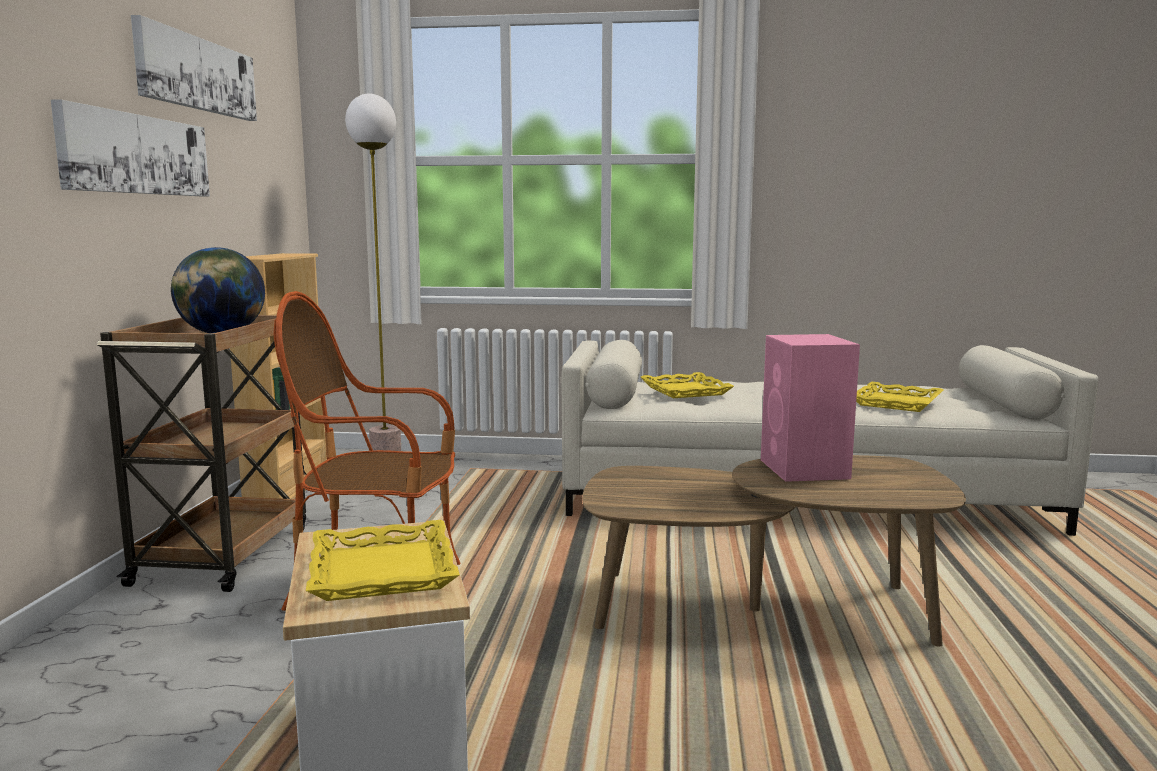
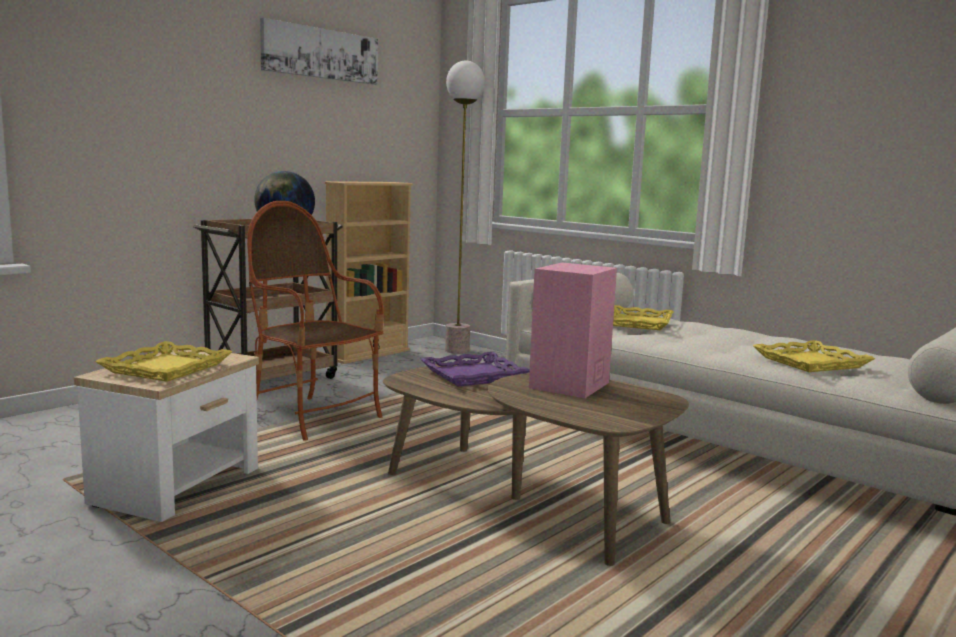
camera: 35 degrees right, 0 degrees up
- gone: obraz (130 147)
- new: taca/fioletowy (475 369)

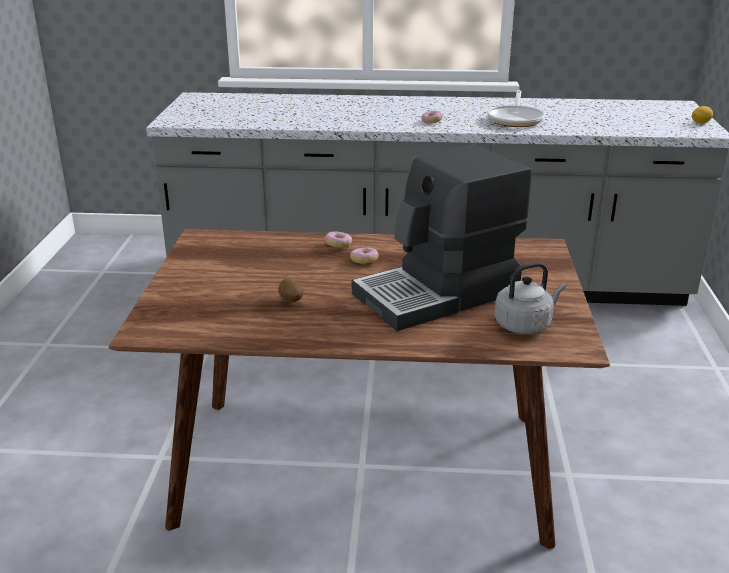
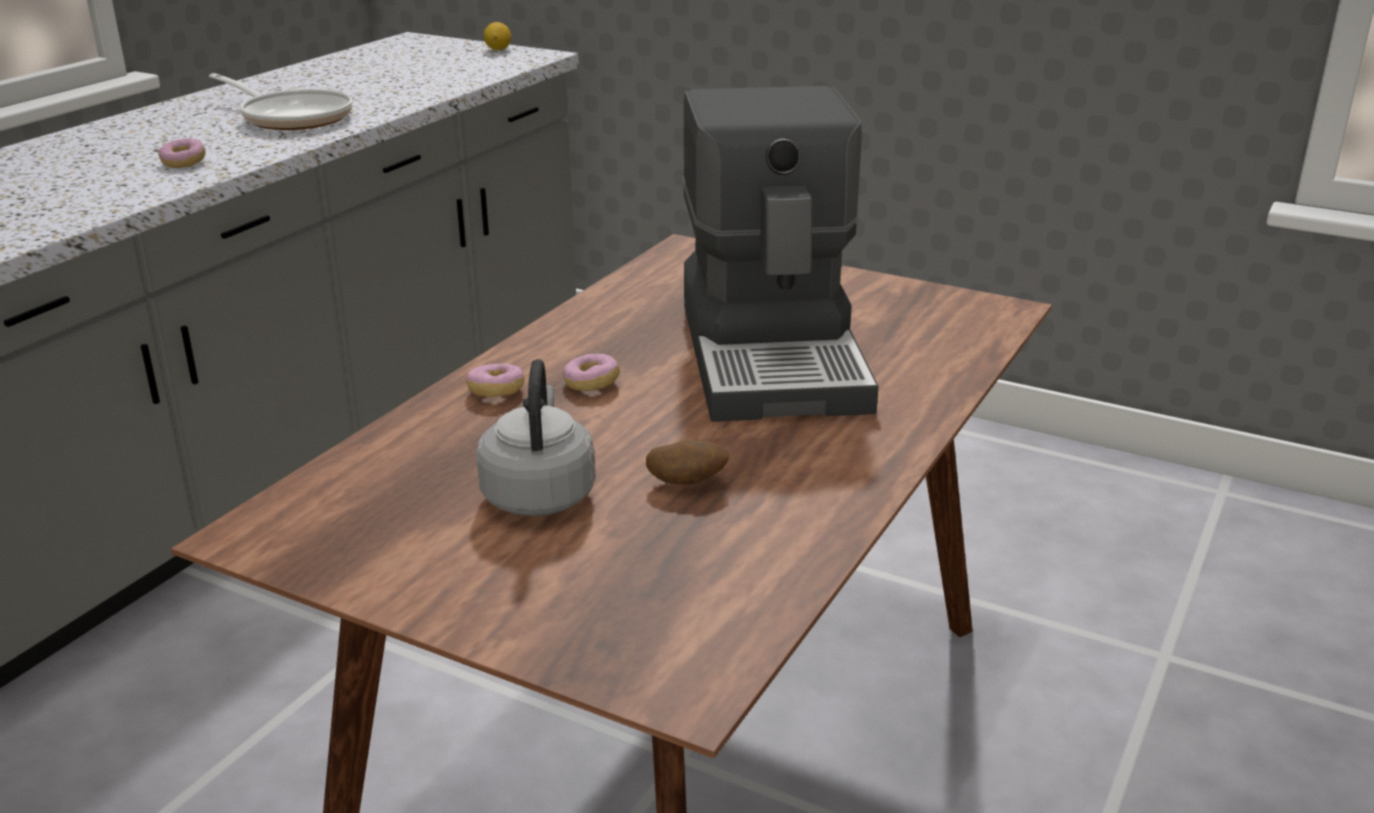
camera: 65 degrees left, 0 degrees up
- shifted: czajnik/szary (530 298) to (536 437)

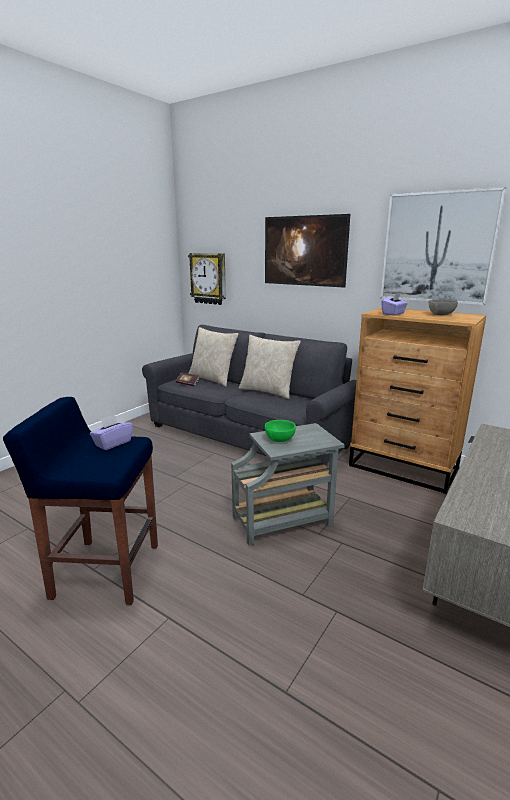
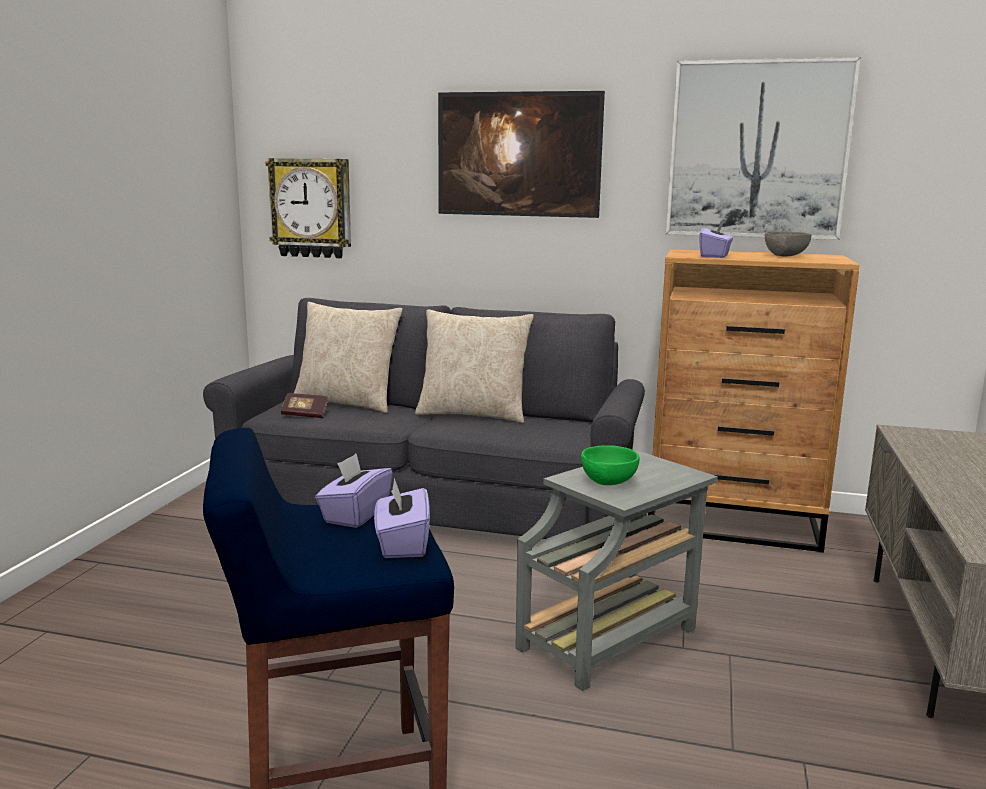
camera: 20 degrees left, 5 degrees down
- new: pudełko chusteczek/fioletowy (402 518)

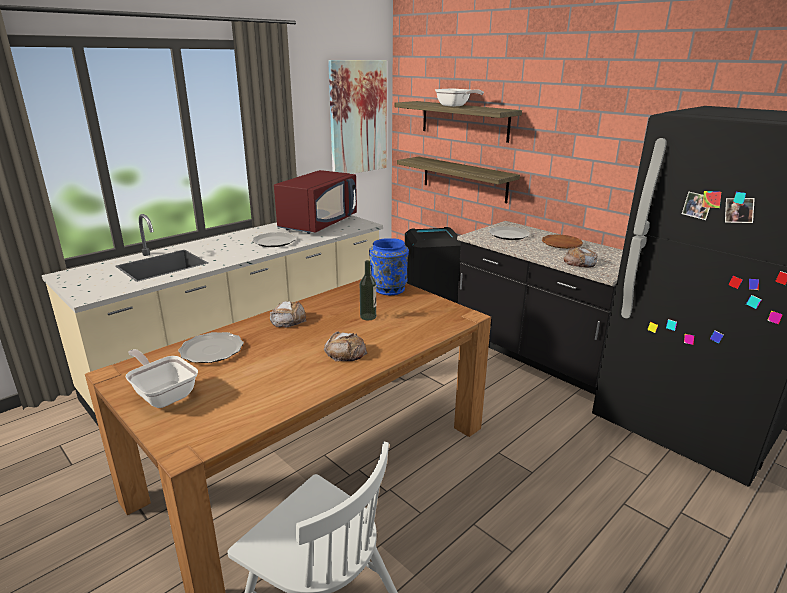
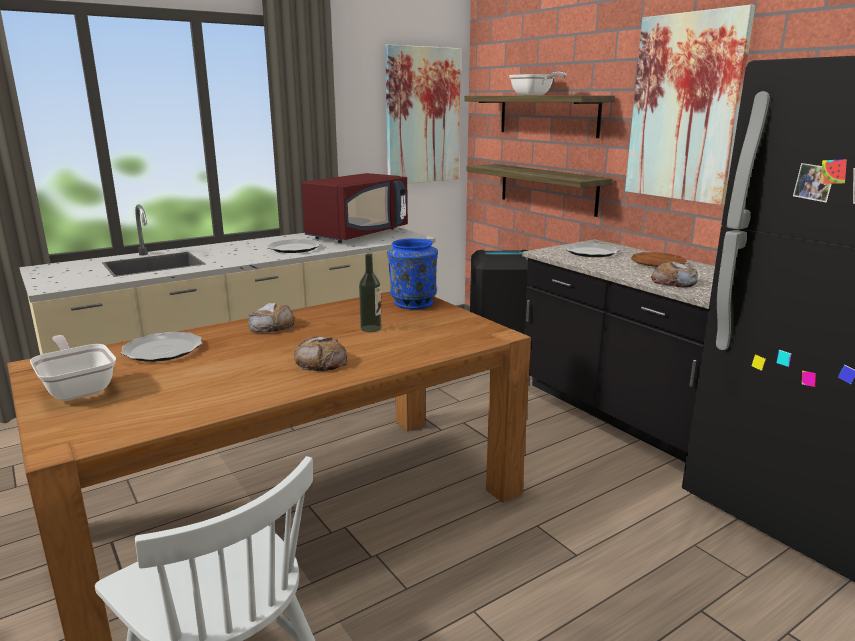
camera: 10 degrees right, 5 degrees down
- new: obraz (690 104)

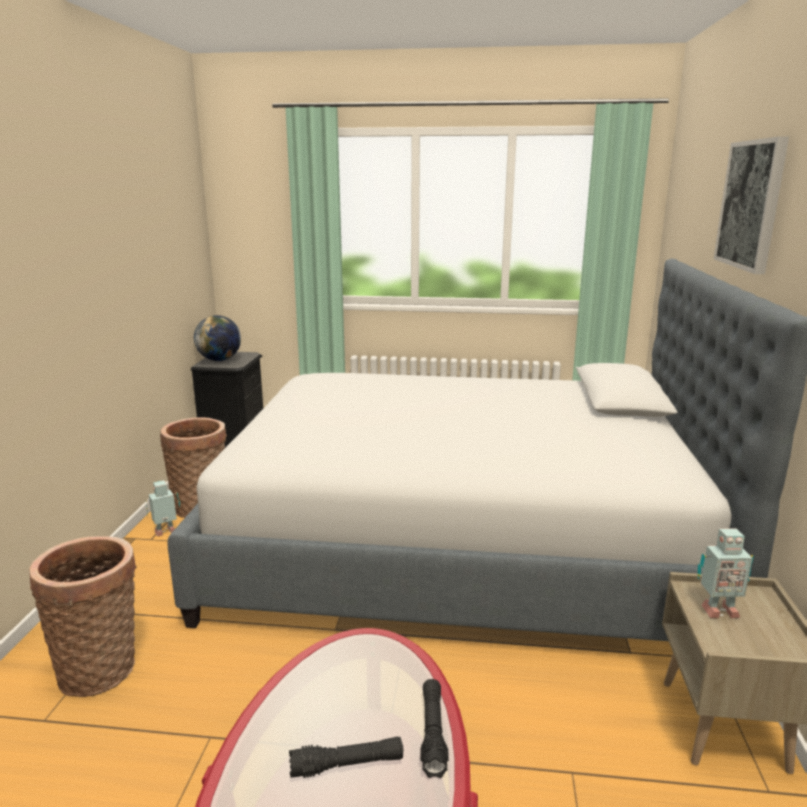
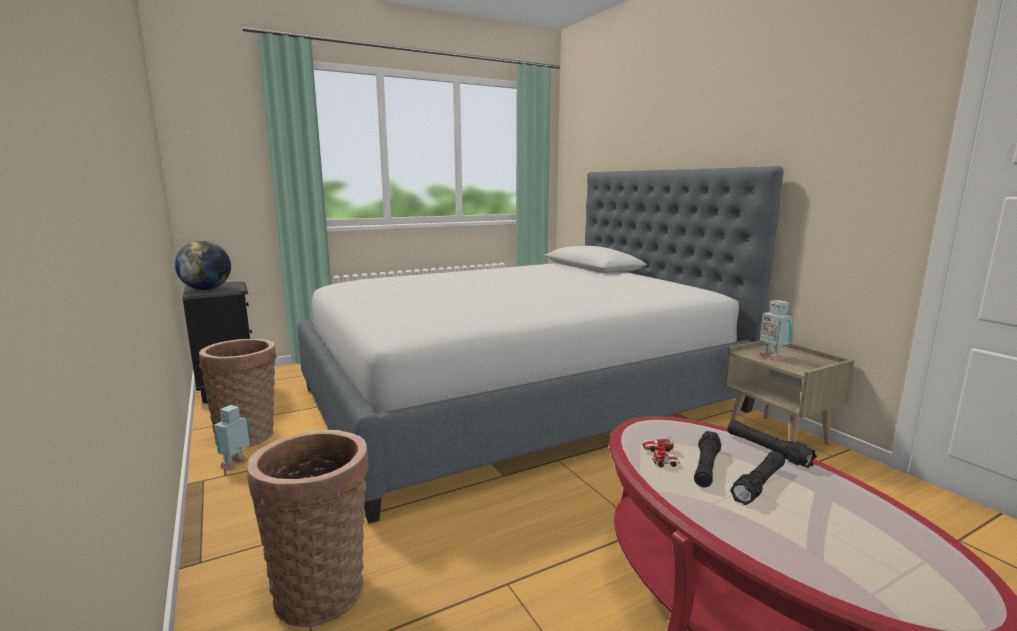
camera: 35 degrees left, 5 degrees down
- gone: obraz (751 205)
- rotated: robot zabawkowy (726 574) = (776 330) 105 degrees clockwise
- new: latarka/czarny (707 459)
- new: samochodzik (661 452)

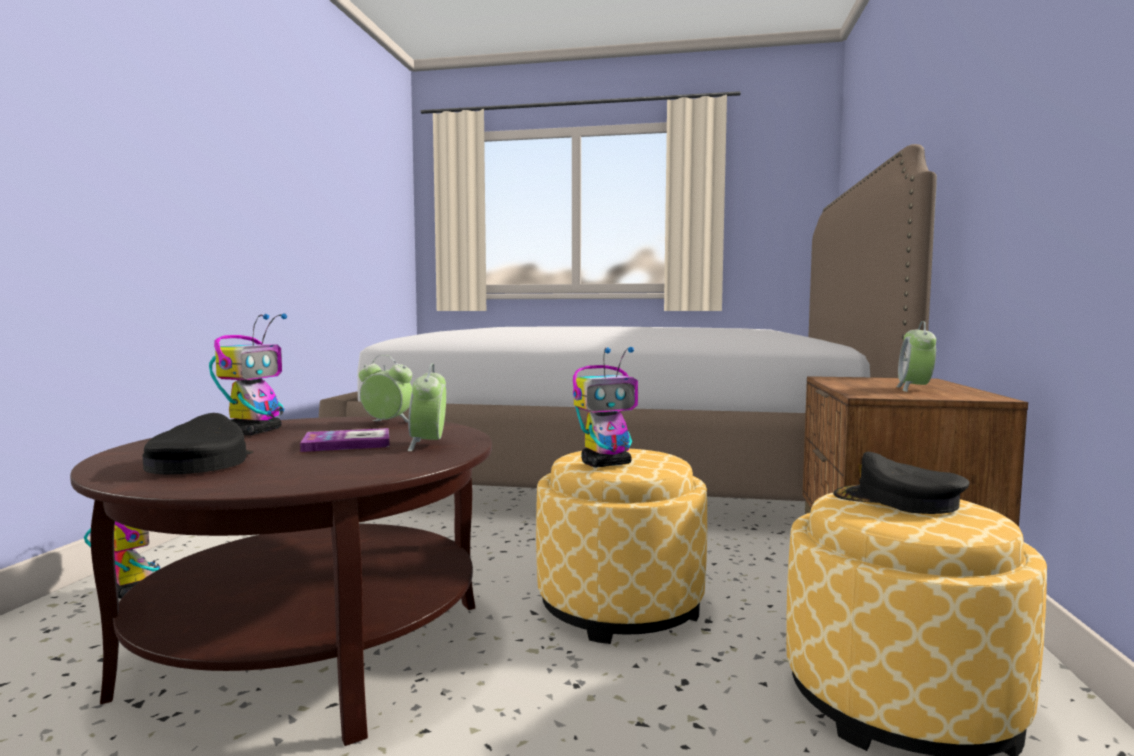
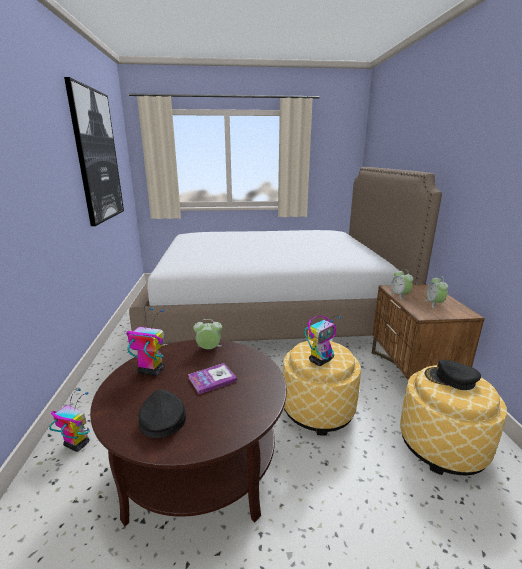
camera: 15 degrees left, 15 degrees up
- rotated: robot zabawkowy (248 374) = (145 341) 75 degrees counterclockwise
- shifted: budzik (427 407) to (401 284)
- new: obraz (94 151)

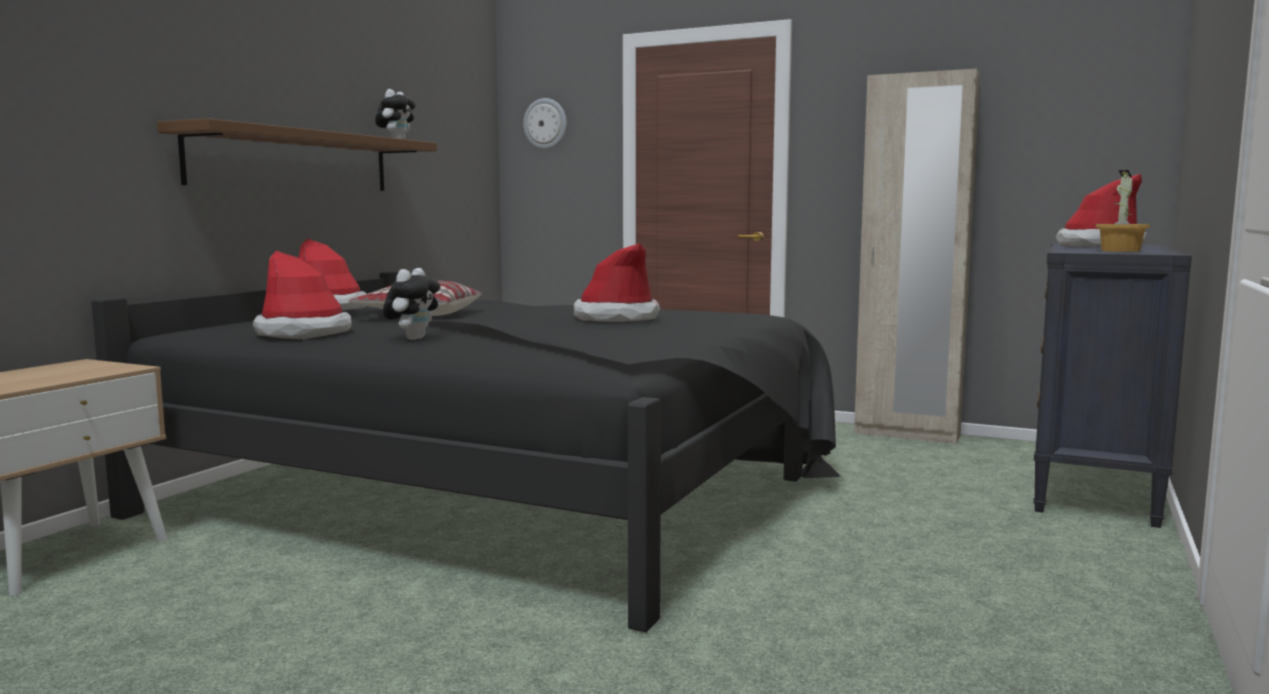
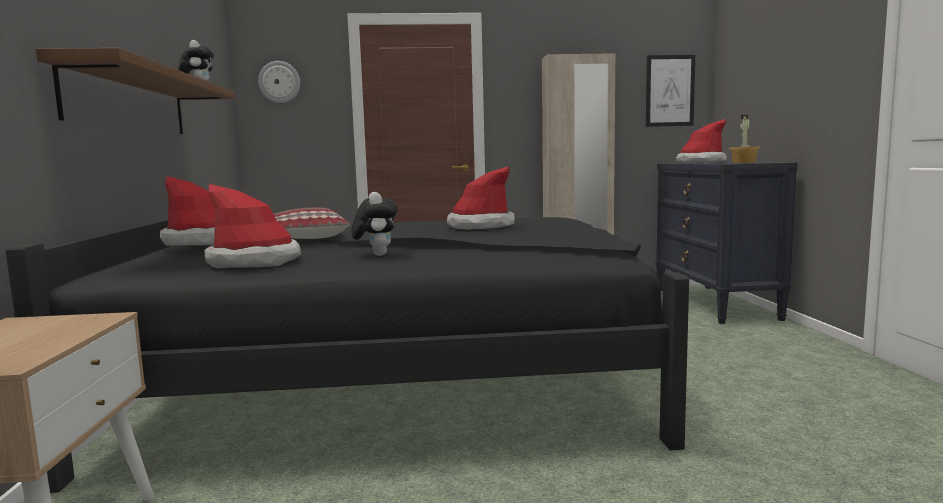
camera: 30 degrees left, 0 degrees up
- new: obraz (670 91)

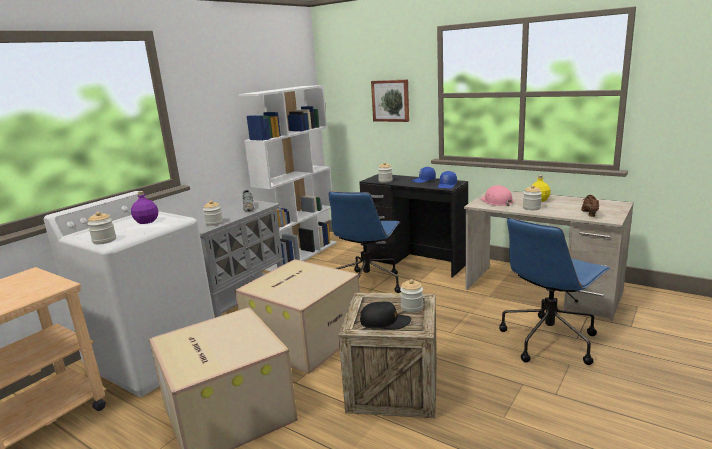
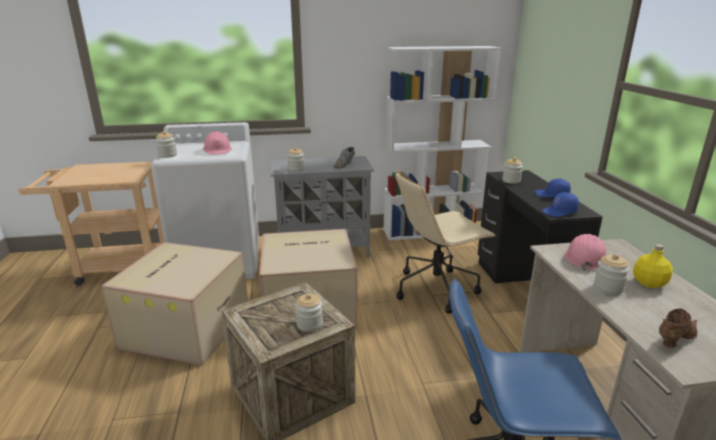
camera: 45 degrees right, 5 degrees up
- gone: obraz (390 100)
- swapped: butelka/fioletowy (144 207) to kask/różowy (217 142)
- repainted: krzesło biurowe/niebieski (365 242) to krzesło biurowe/beżowy (445 243)
- gone: czapka z daszkiem/czarny (385 316)

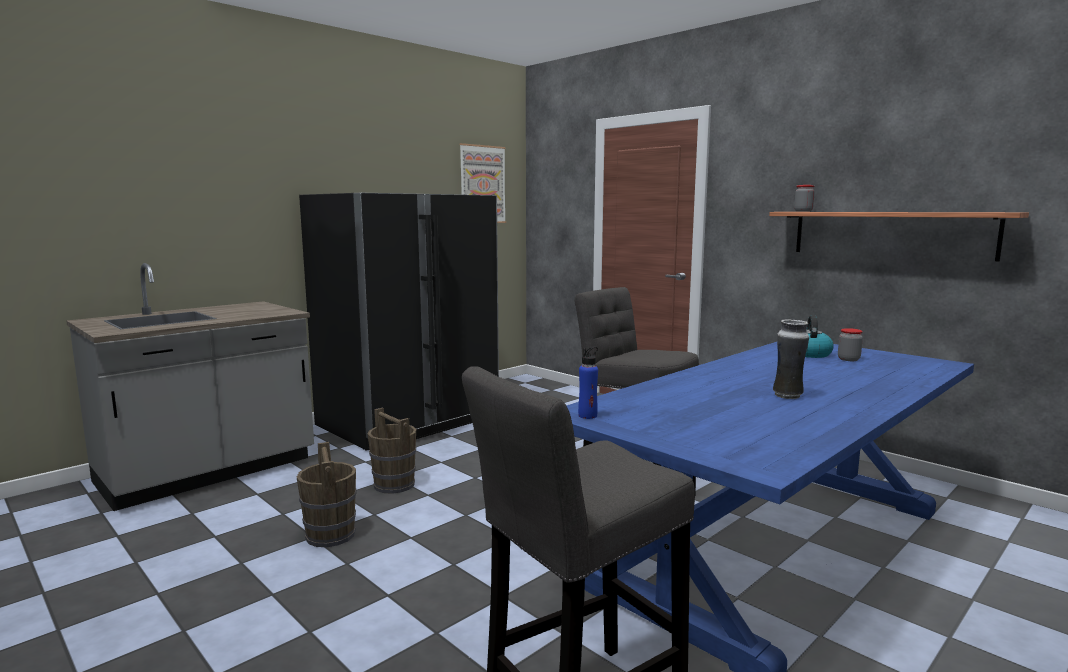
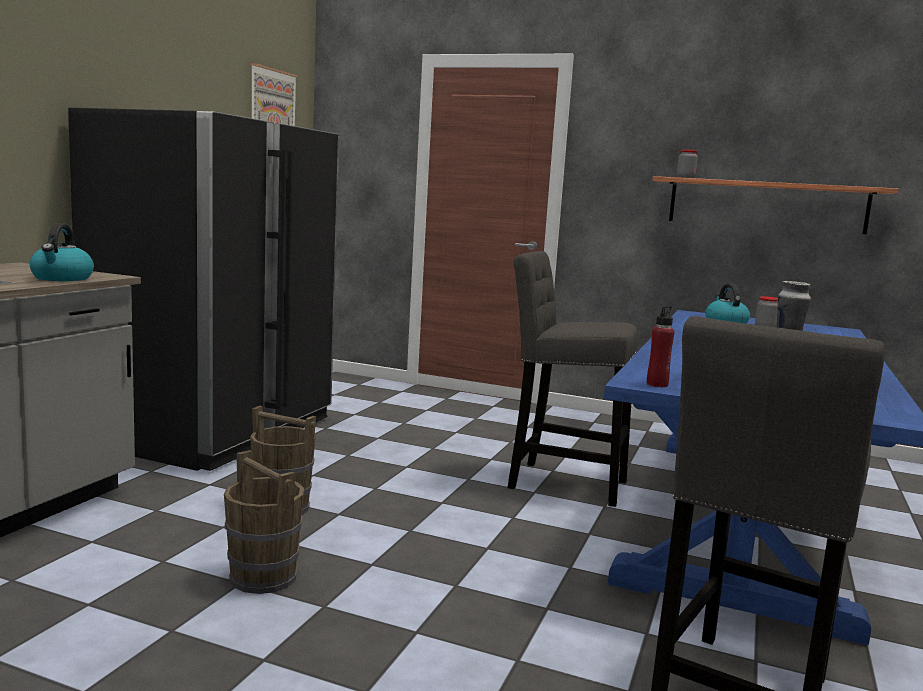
camera: 25 degrees left, 0 degrees up
- repainted: butelka/niebieski (588 383) to butelka/czerwony (660 346)
- new: czajnik (61 252)

